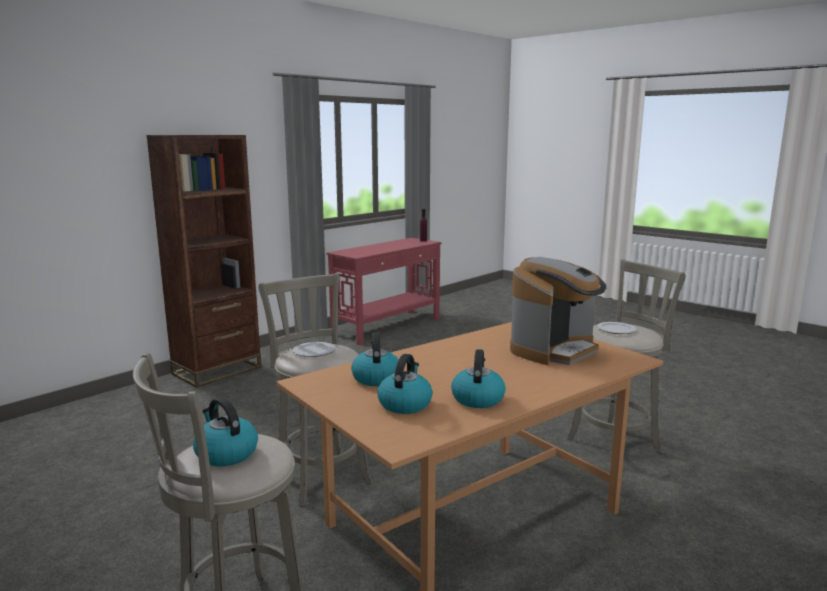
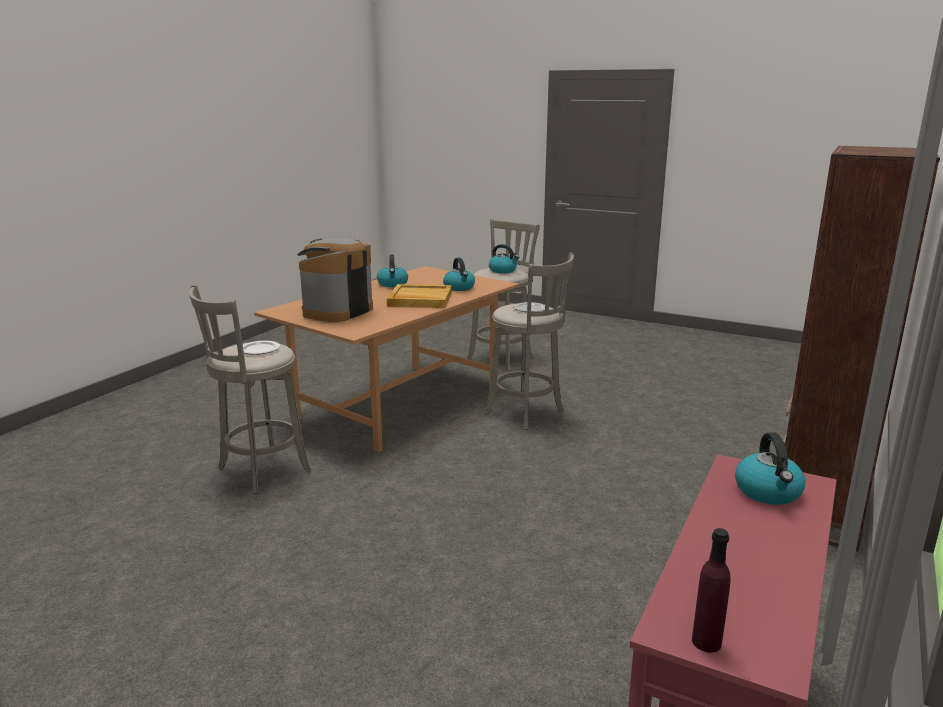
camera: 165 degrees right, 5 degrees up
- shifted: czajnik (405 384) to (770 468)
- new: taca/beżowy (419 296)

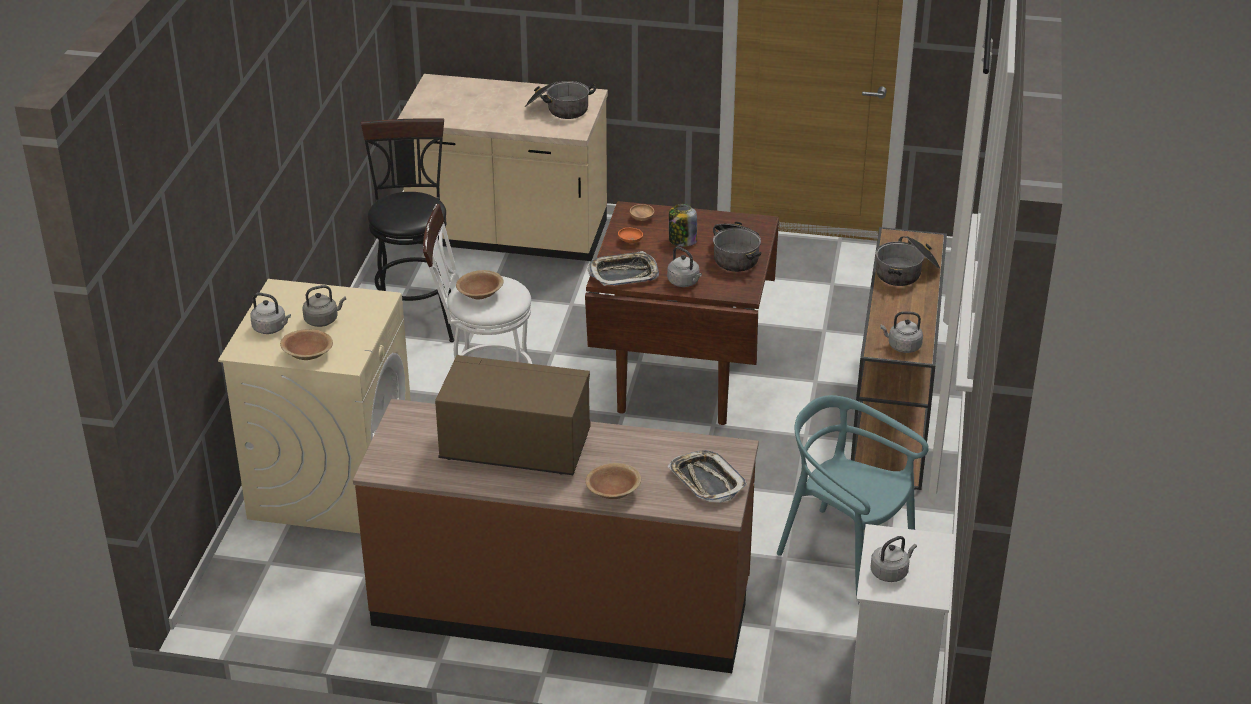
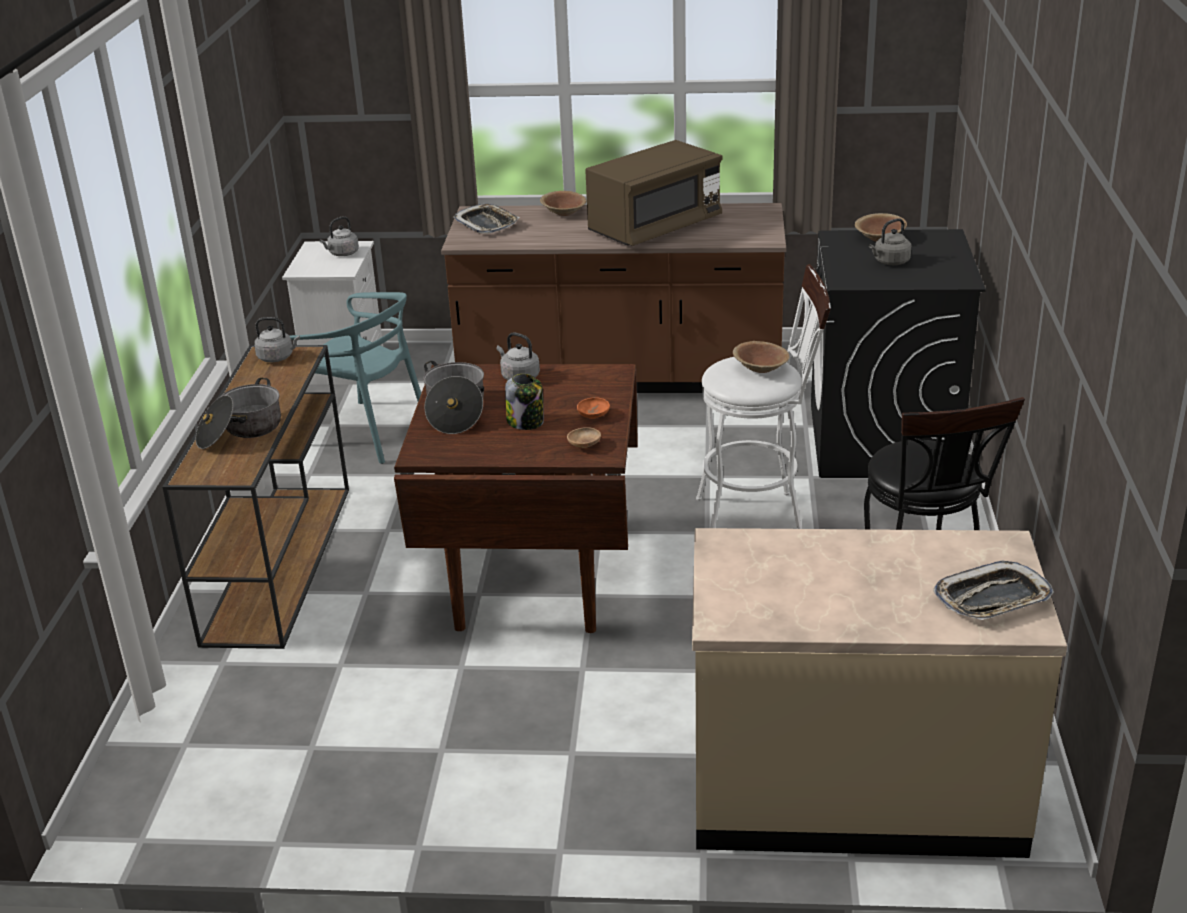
camera: 175 degrees right, 5 degrees down
- gone: garnek (560 100)
- shifted: taca (623 268) to (993 590)
- repainted: pralka/beżowy (314 406) to pralka/czarny (898 353)
- gone: czajnik/szary (270 313)
- rotated: mikrofalówka/brązowy (513 415) = (654 193) 45 degrees counterclockwise

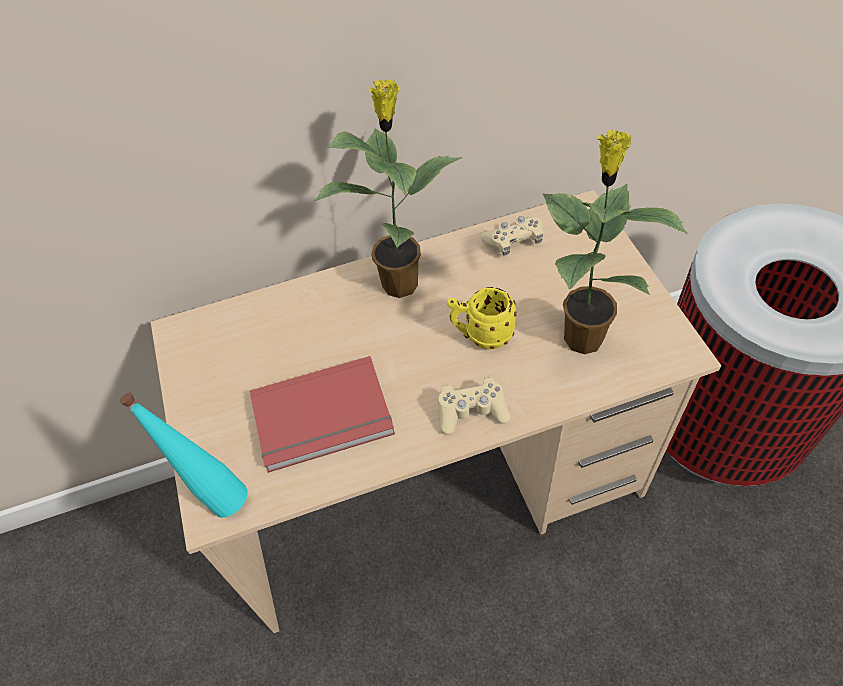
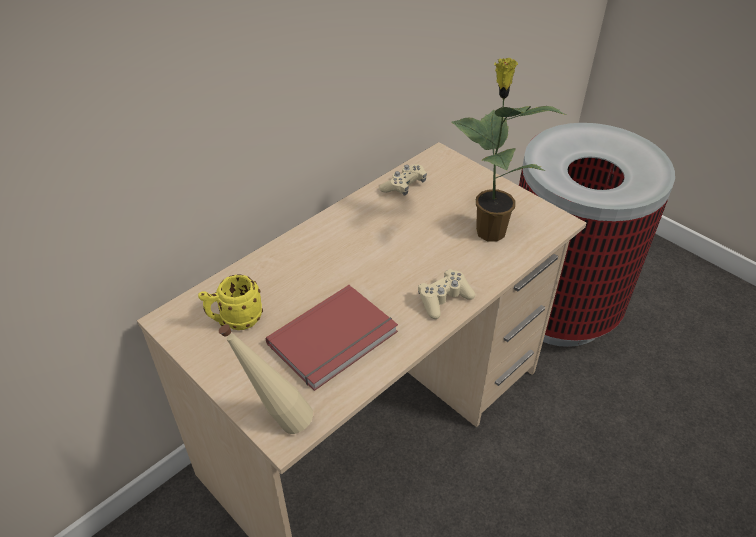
camera: 30 degrees left, 10 degrees down
- gone: roślina doniczkowa (388 188)
- shifted: kubek/żółty (482 318) to (230 302)
- repainted: butelka/turkusowy (183 455) to butelka/beżowy (266 379)

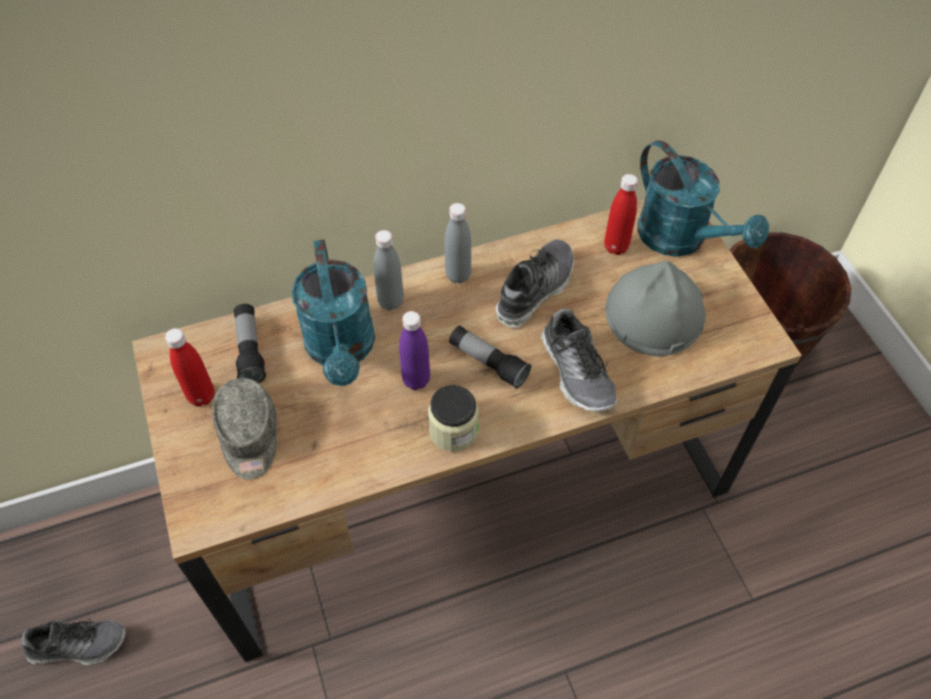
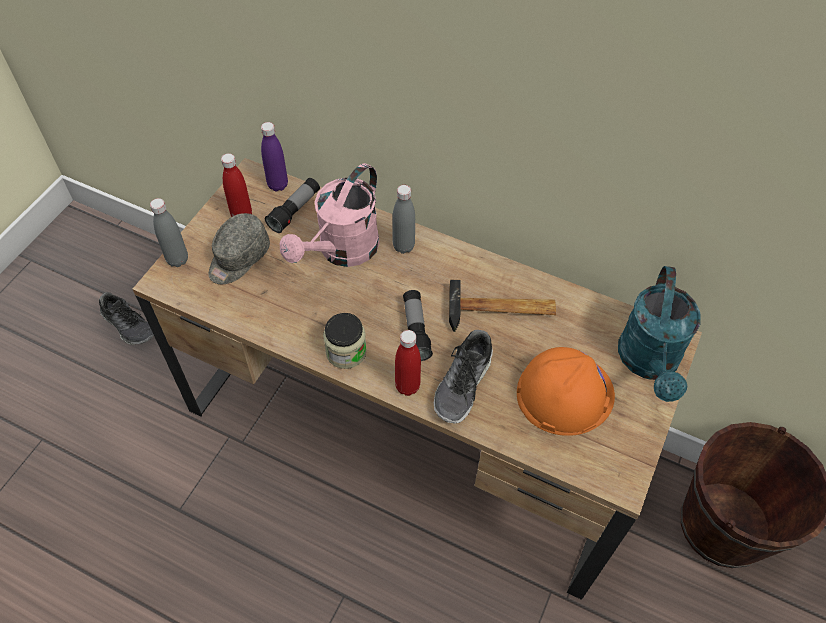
camera: 45 degrees right, 0 degrees up
- shifted: butelka/czerwony (621 214) to (408 363)
- shifted: butelka/szary (458 243) to (169 232)
- repainted: konewka/turkusowy (333 312) to konewka/różowy (330 215)
- swapped: but (535 283) to młotek (502 306)
- repainted: kask/szary (655 308) to kask/pomarańczowy (566 391)
- shifted: butelka/fioletowy (414 350) to (274 156)

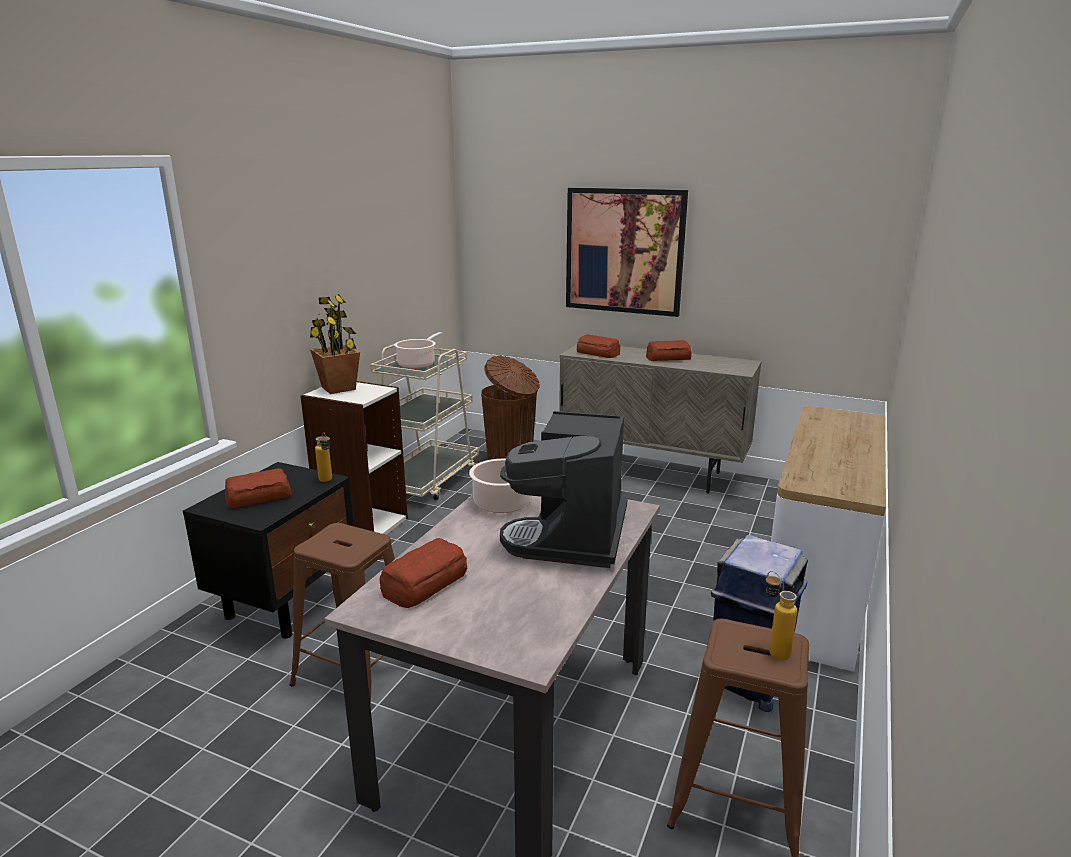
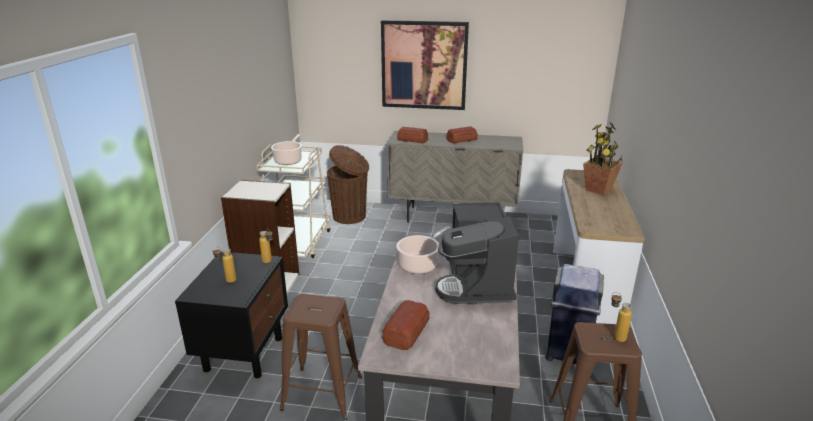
camera: 15 degrees left, 5 degrees up
- shifted: roślina doniczkowa (335 344) to (602 159)
- swapped: chleb (258 488) to butelka (224 265)

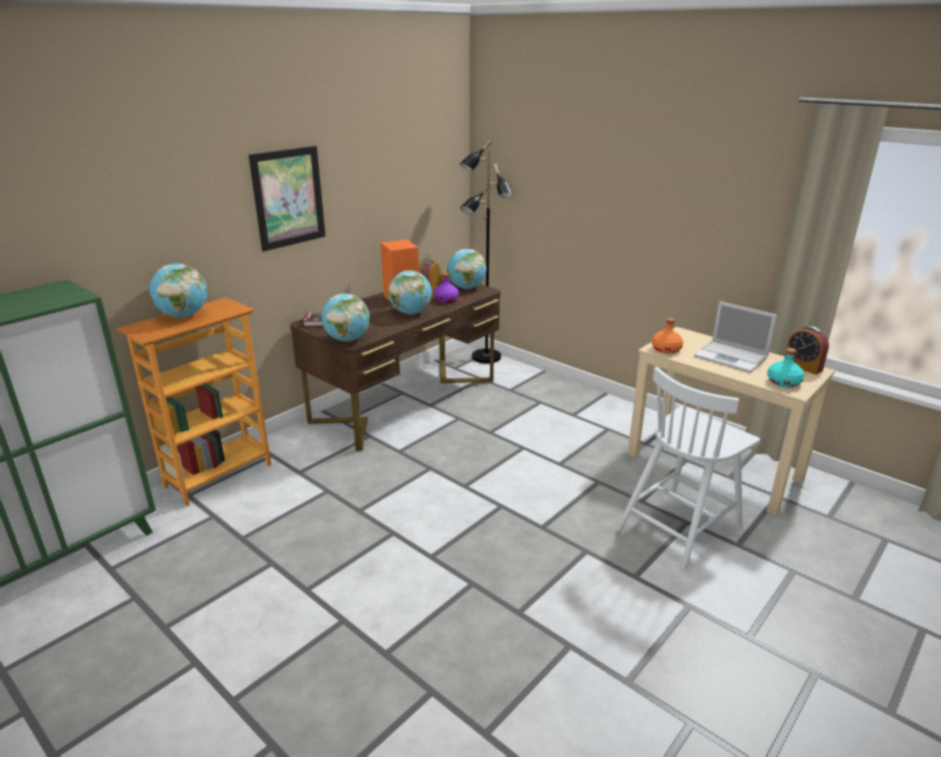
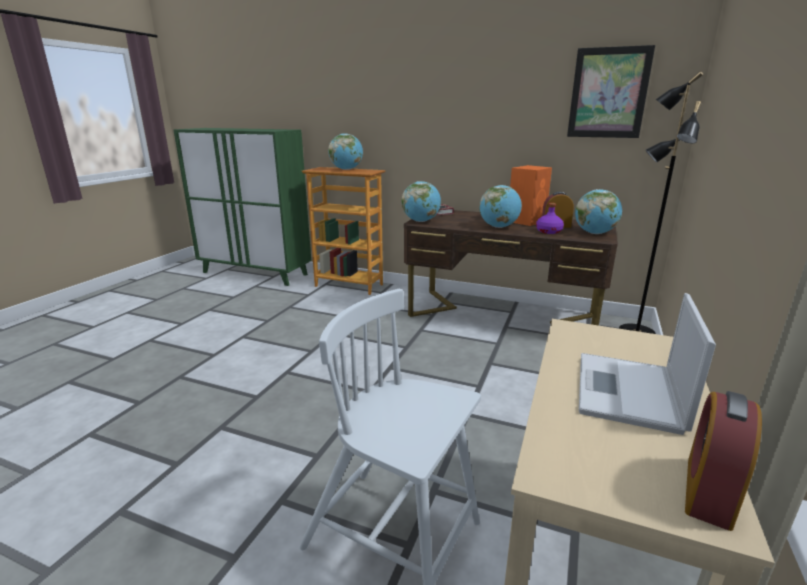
camera: 70 degrees right, 5 degrees down
- shifted: obraz (287 199) to (611 91)
- gone: butelka/pomarańczowy (667 336)
- gone: butelka/turkusowy (785 367)

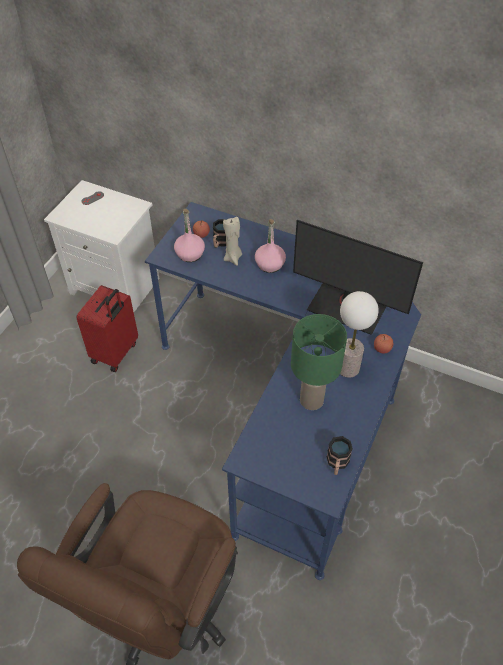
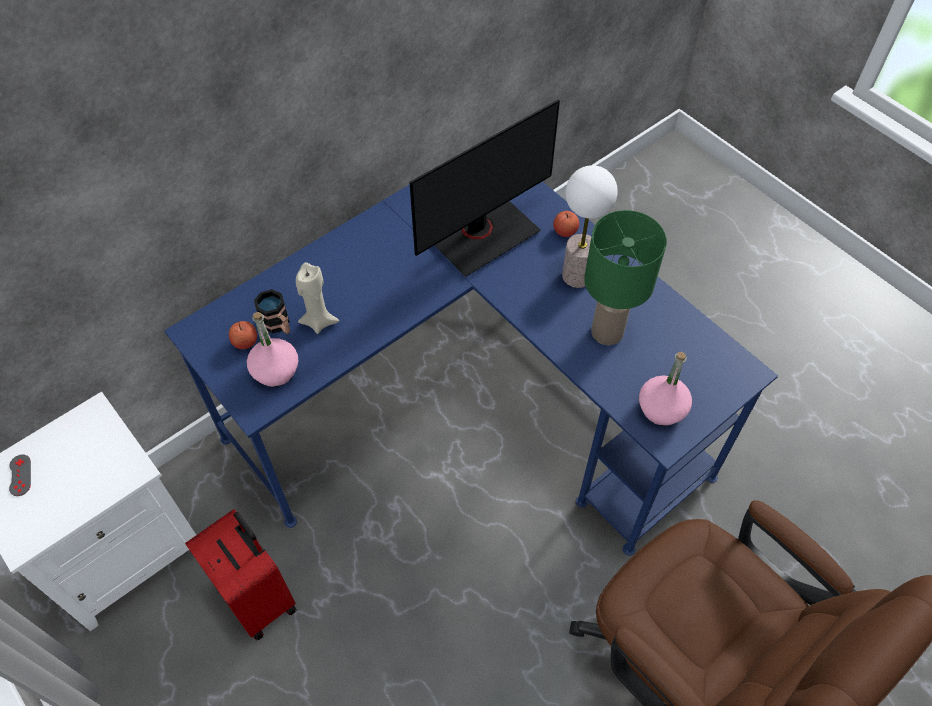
camera: 65 degrees left, 5 degrees up
- shifted: butelka/różowy (270 246) to (665 389)
- gone: kubek (340 455)

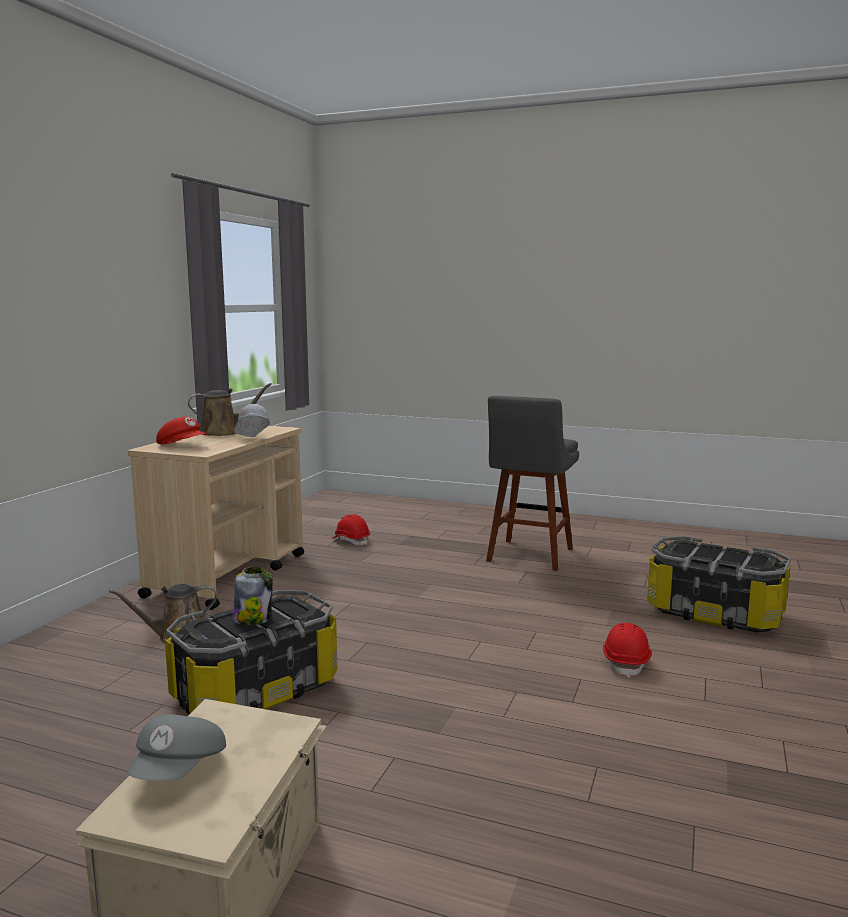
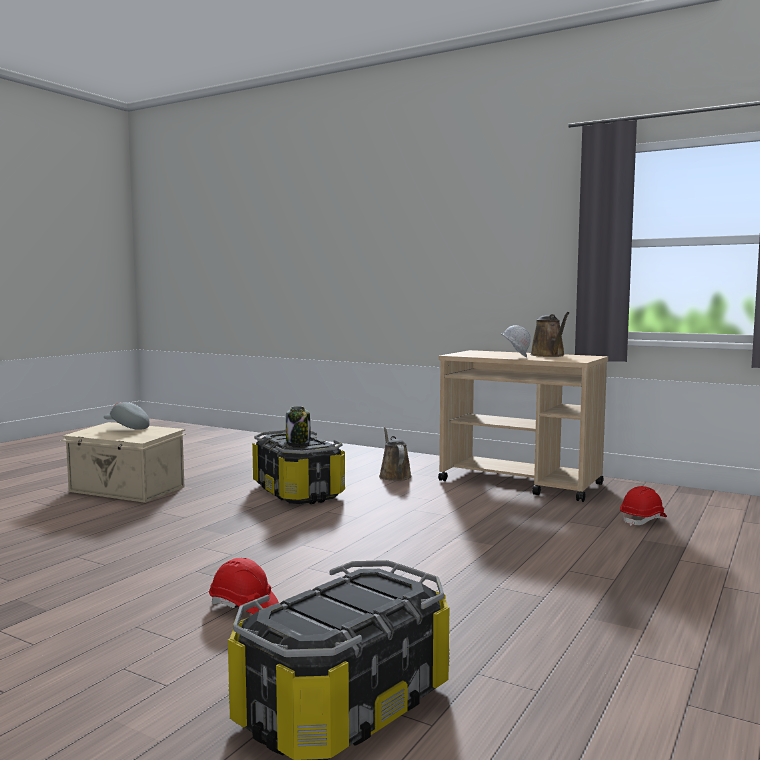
camera: 100 degrees right, 5 degrees down
- gone: stołek/szary (532 483)
- gone: czapka z daszkiem/czerwony (181 430)

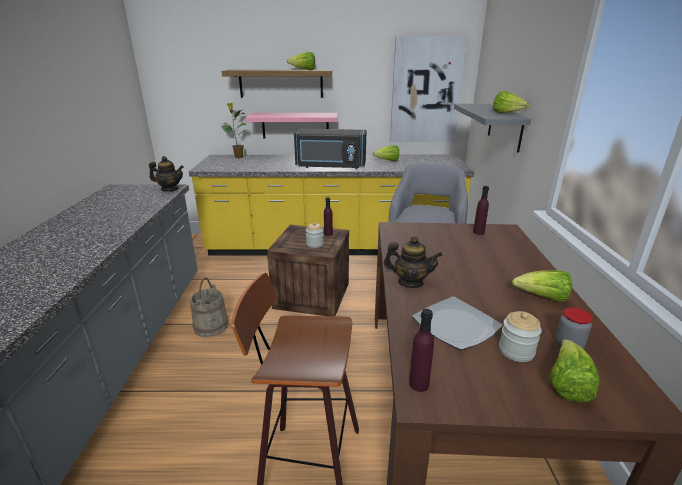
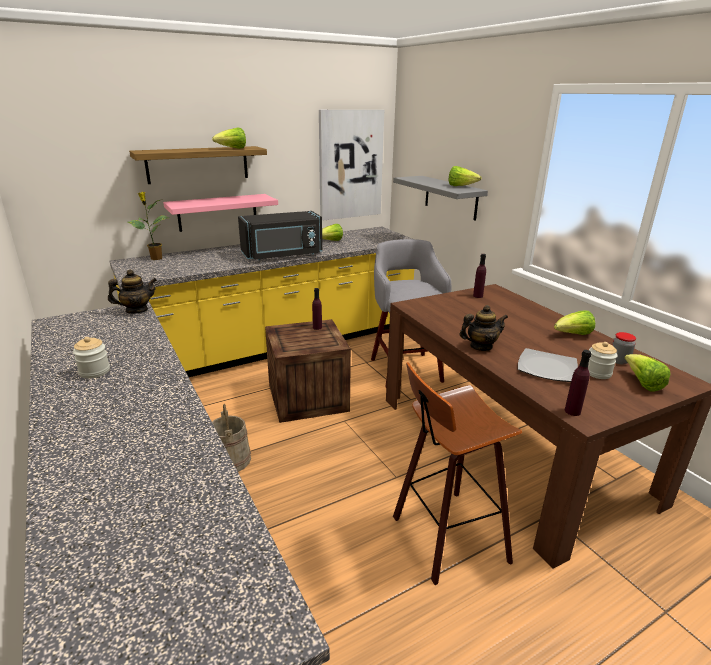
camera: 30 degrees left, 0 degrees up
- shifted: słoik (315 235) to (91 357)

